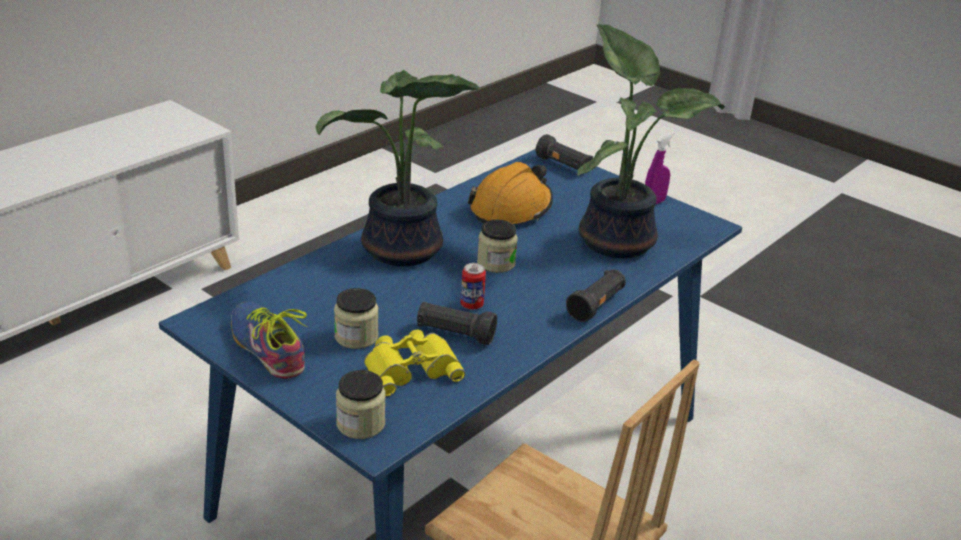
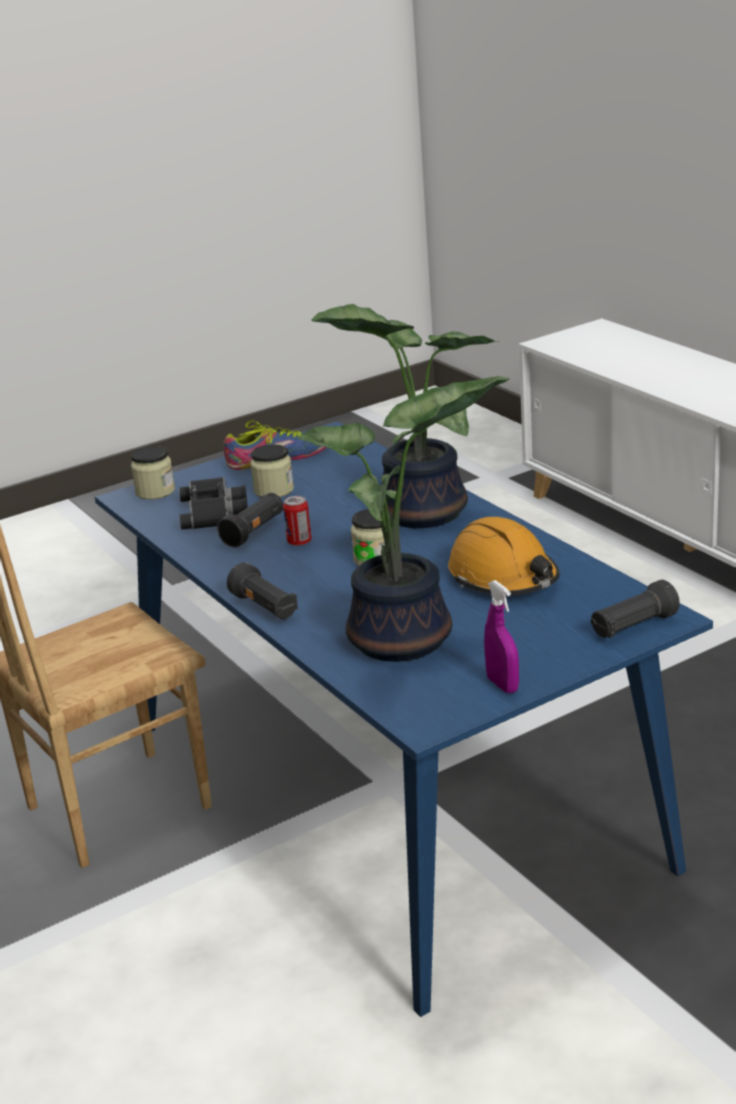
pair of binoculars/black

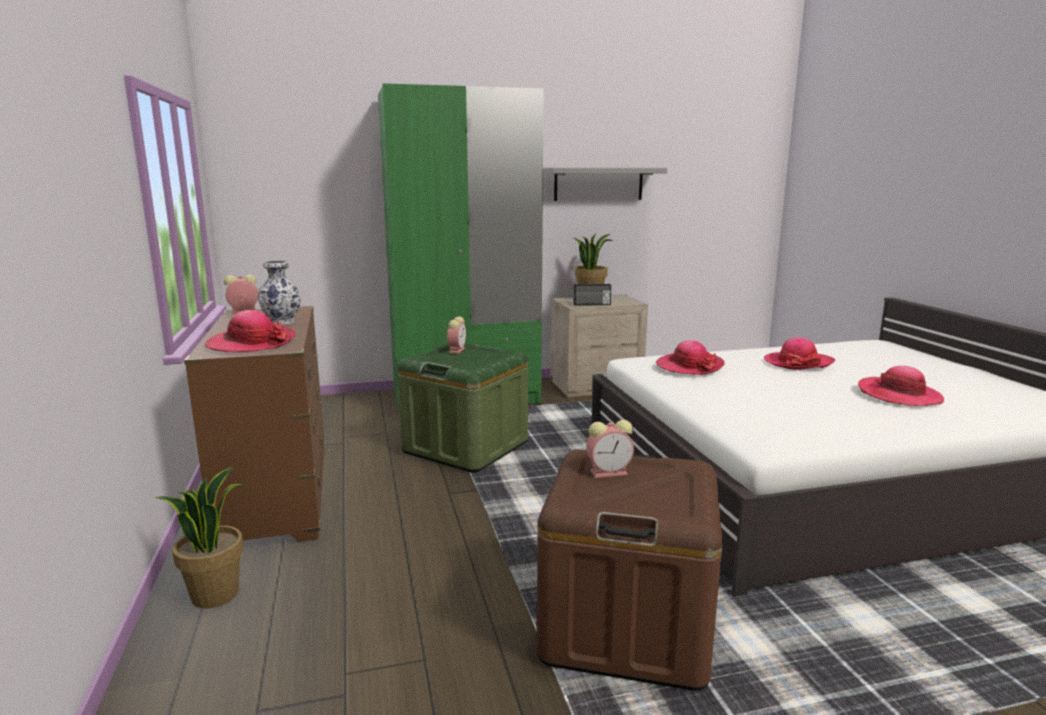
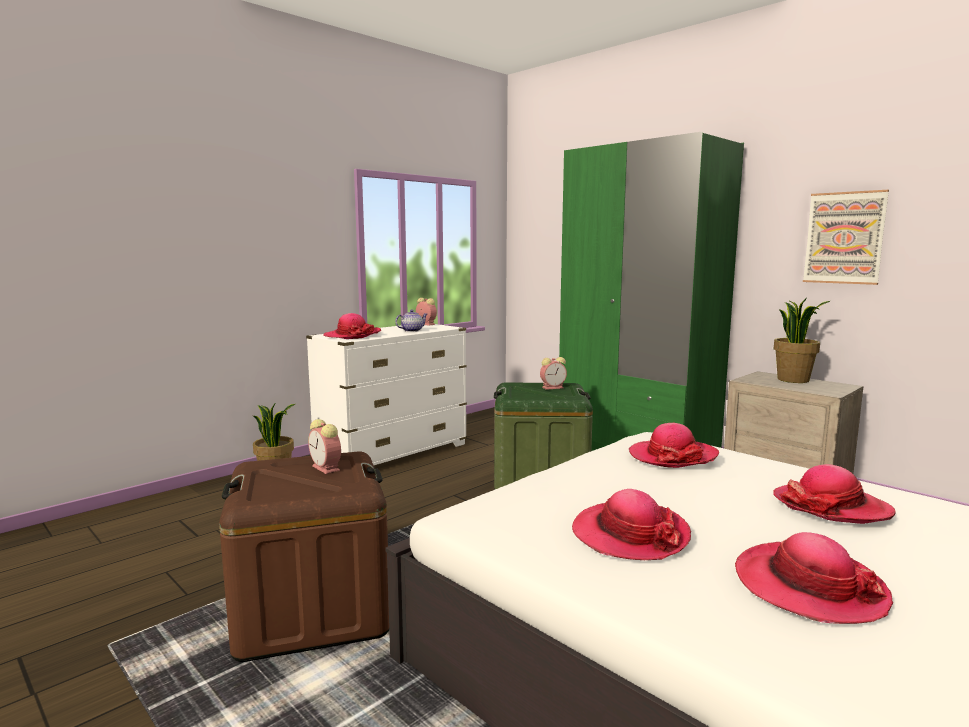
radio set; clothing hat (2nd from left); tea pot; wall picture; drawer chest/white

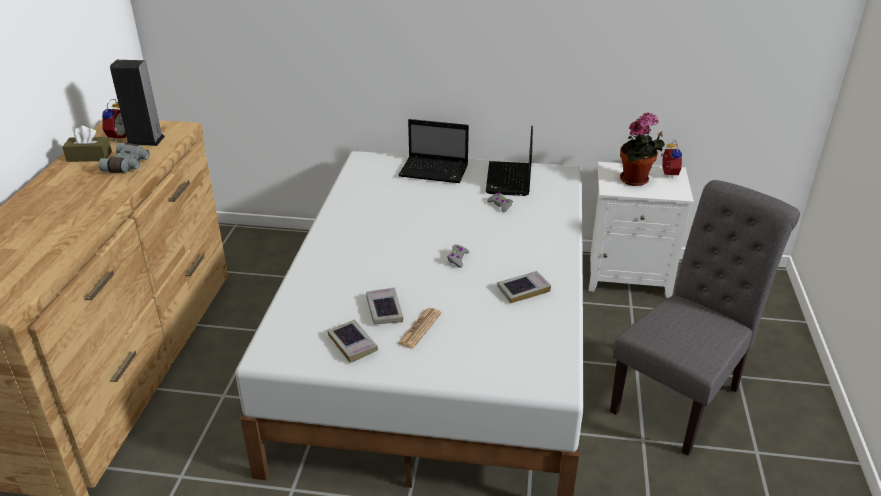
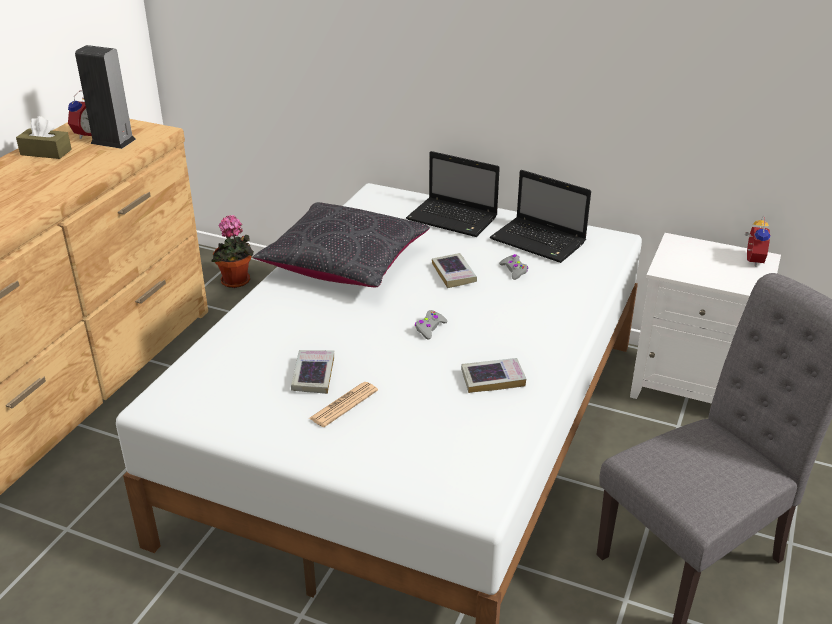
pair of binoculars/gray; cushion/black; volume (2nd from left); potted plant; notebook computer (2nd from left)

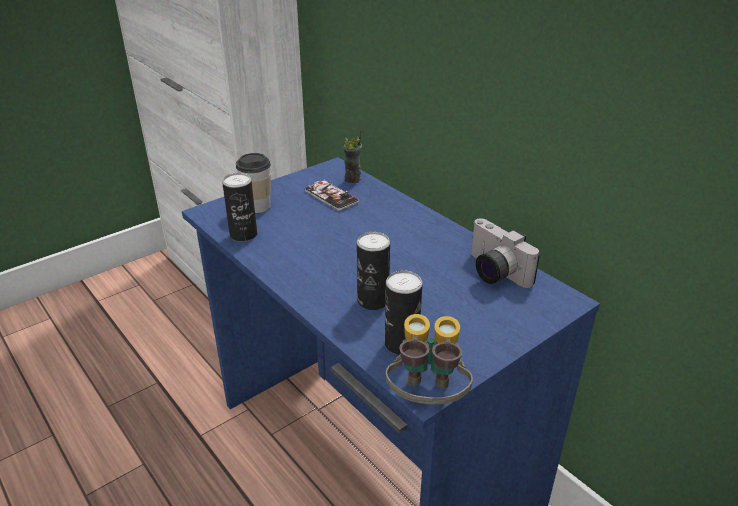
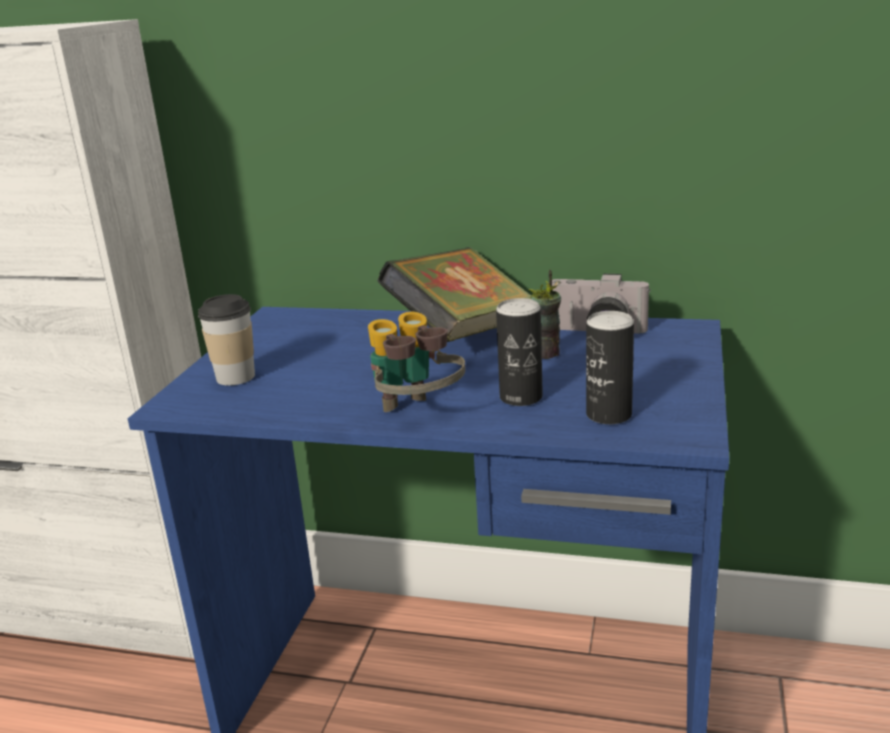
sealed can (1st from left in the first image); phone; volume; drinking cup (2nd from left); pair of binoculars

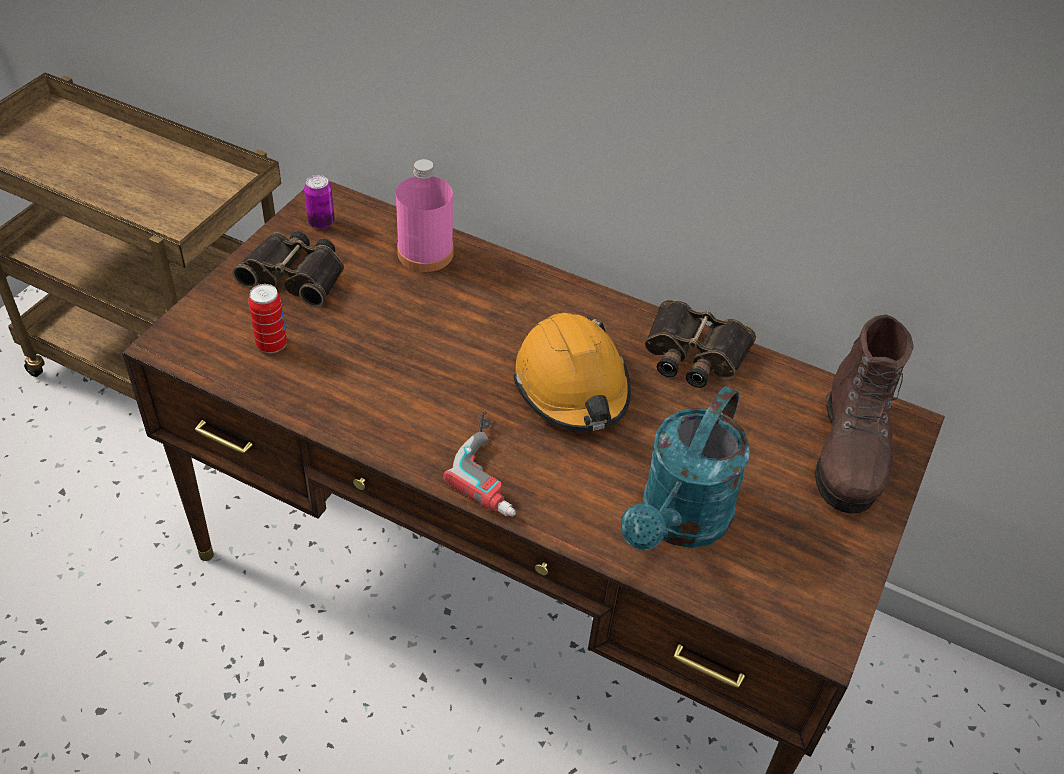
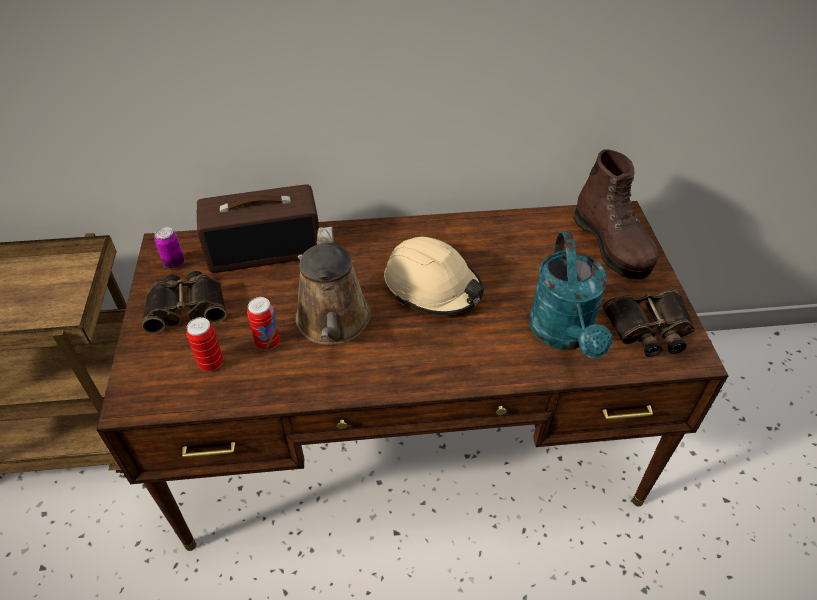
power drill; sealed can (3rd from left); sprinkling can/brownish; pair of binoculars (2nd from left); radio set; safety helmet/sand-coloured

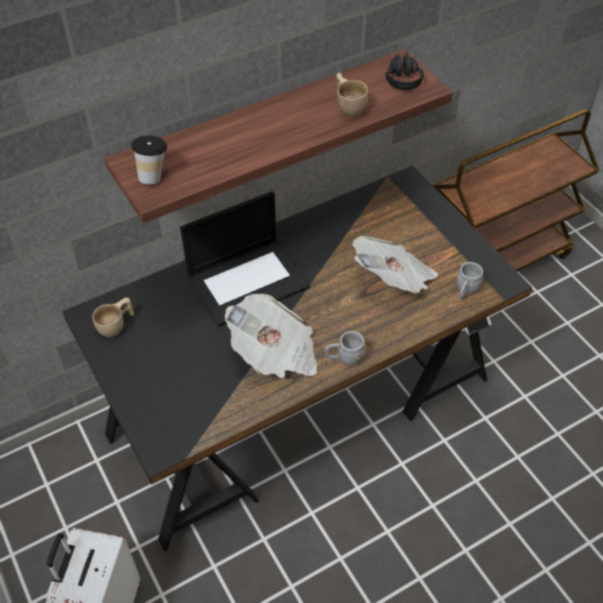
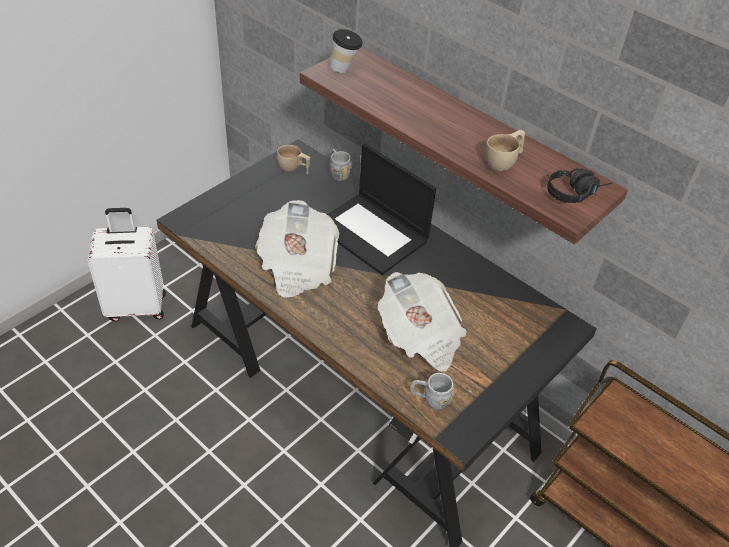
coffee mug/gray (1st from left)

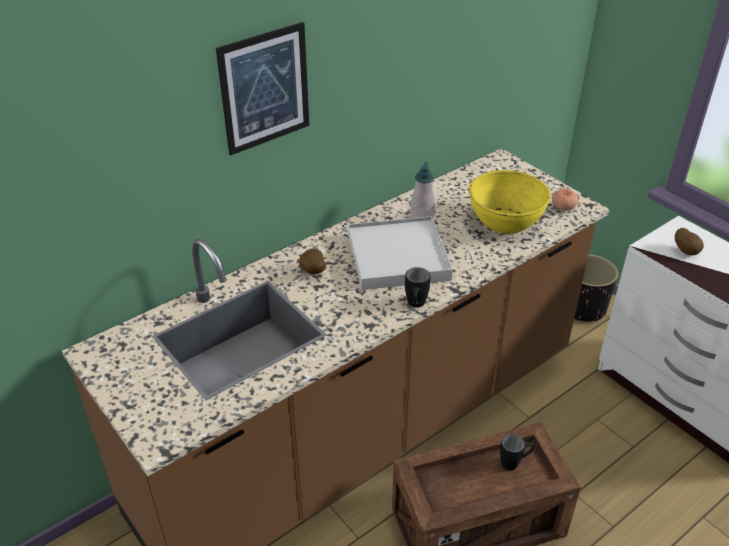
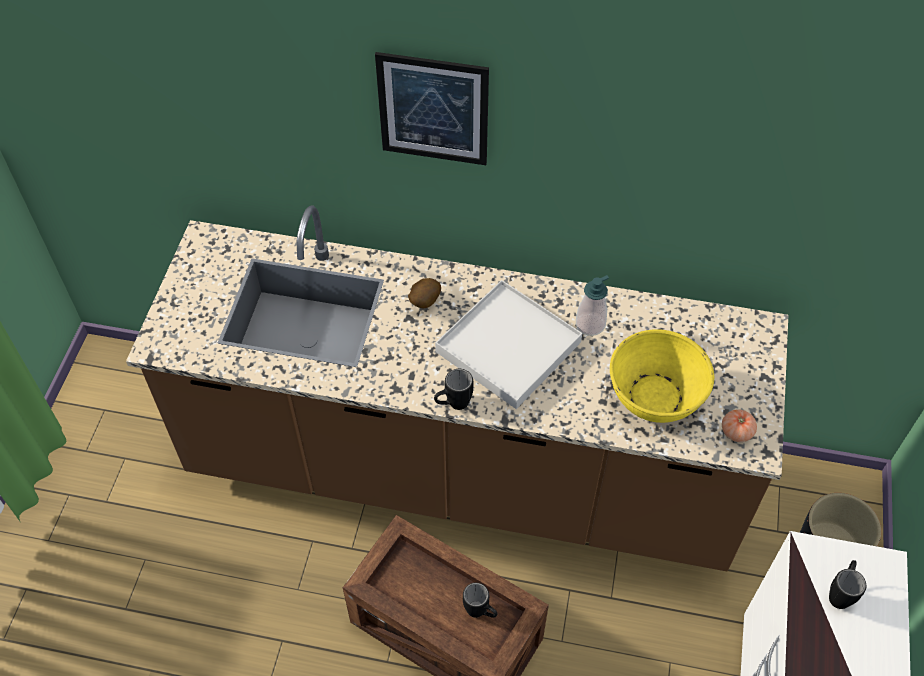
coffee mug/black (3rd from left)

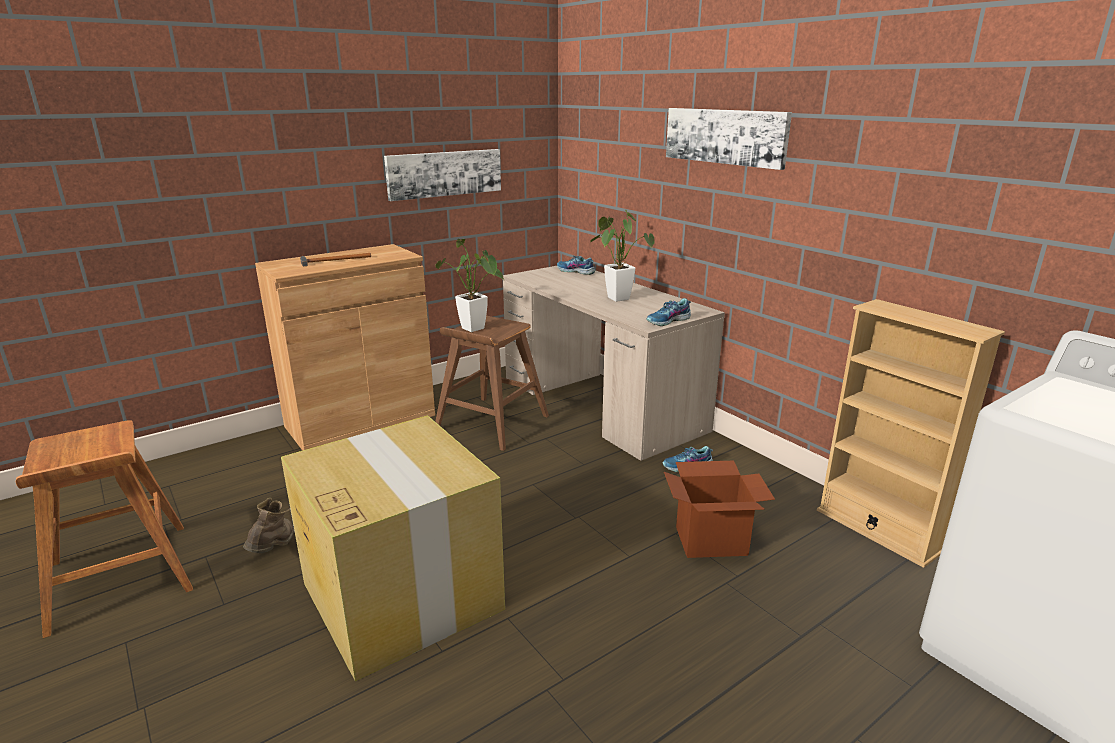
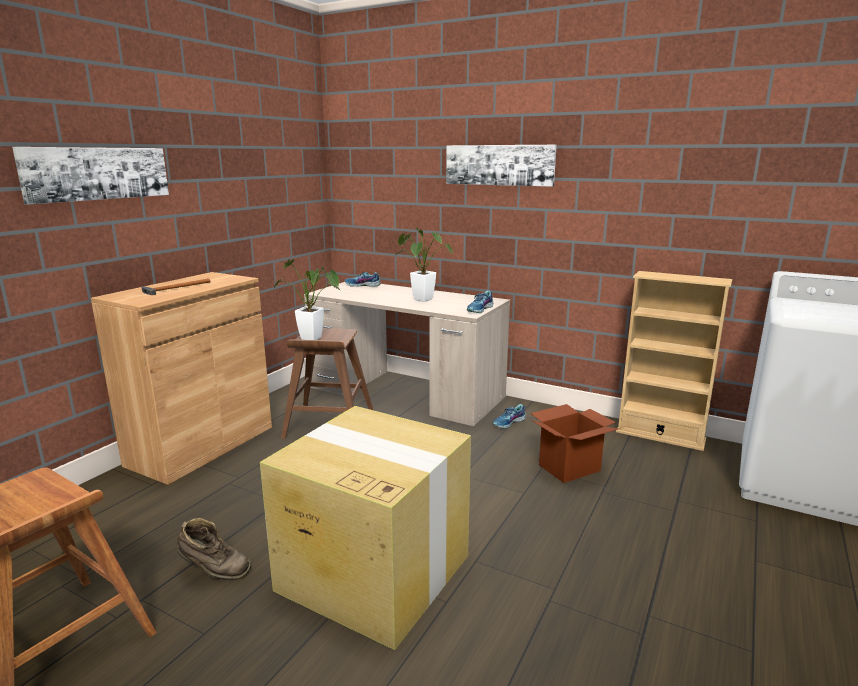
wall picture (1st from left); tall boot/brownish

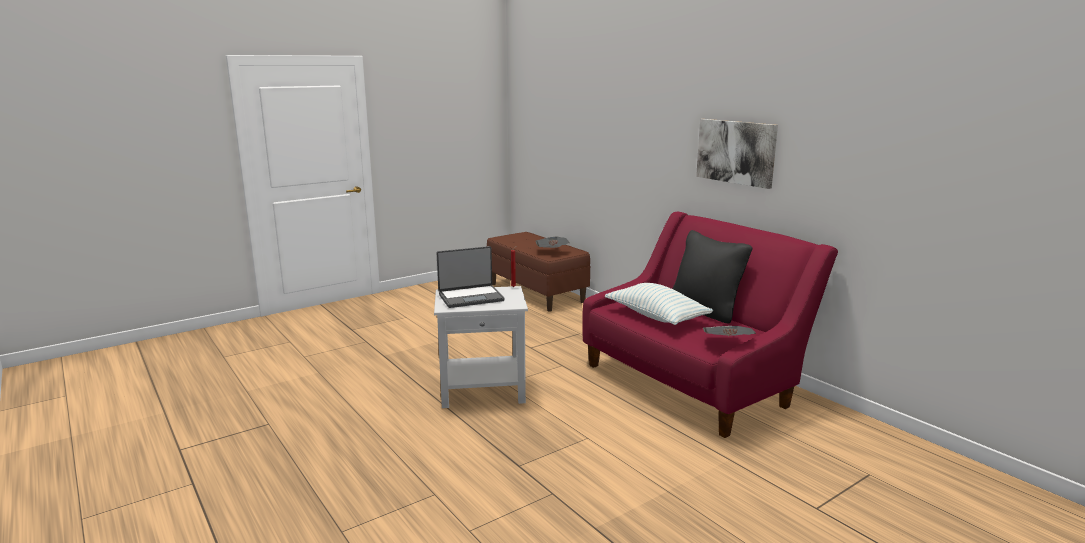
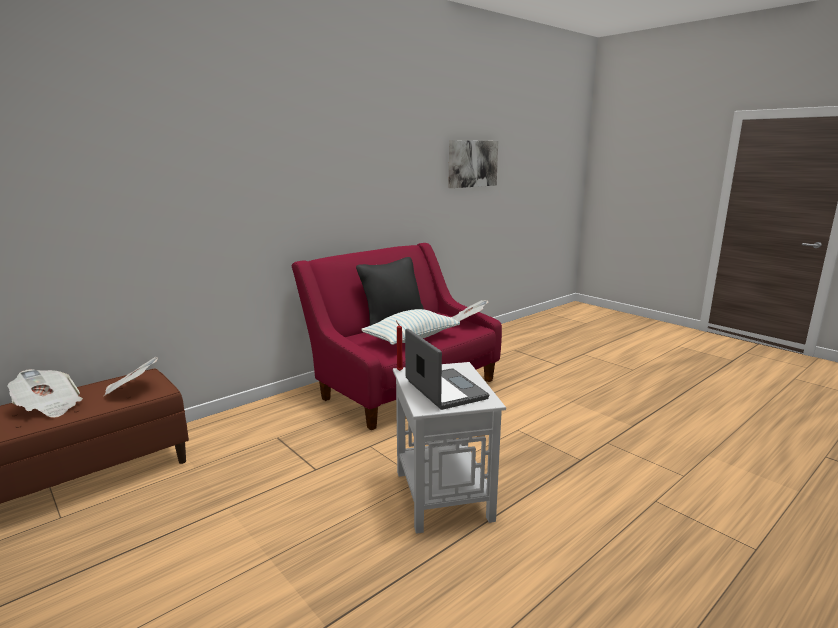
newspaper (1st from left); wall picture

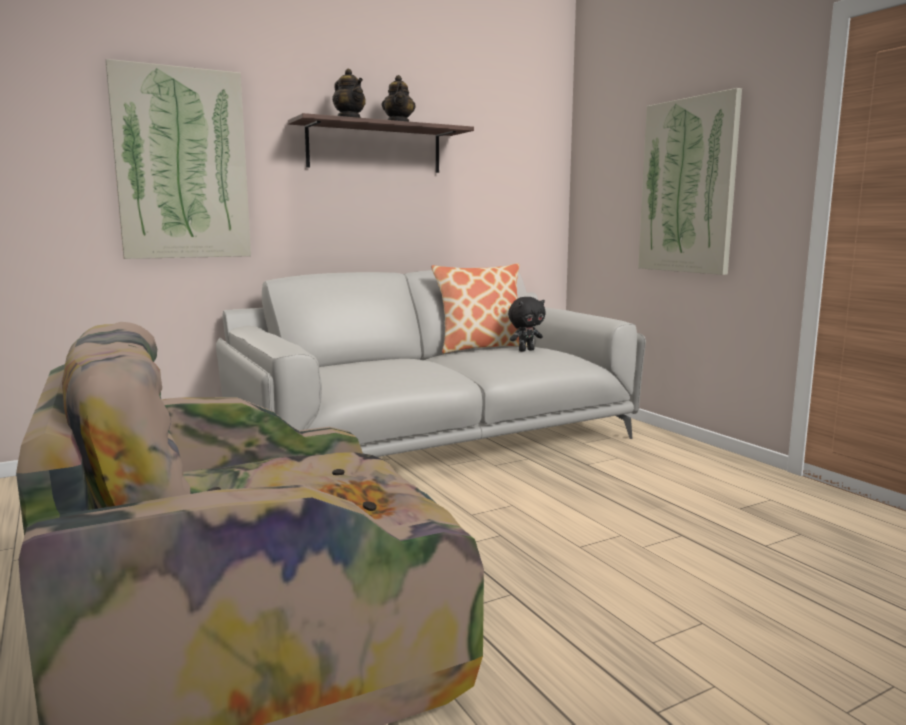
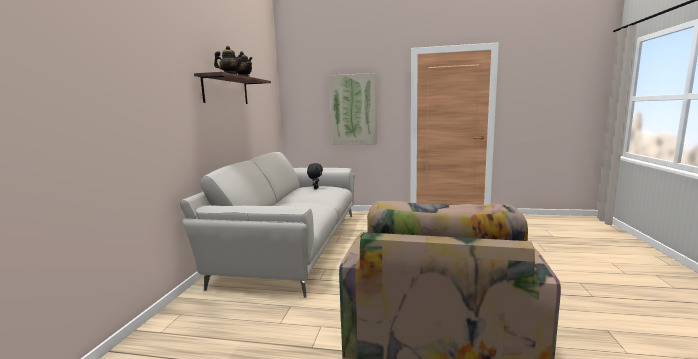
wall picture (1st from left in the first image); cushion

